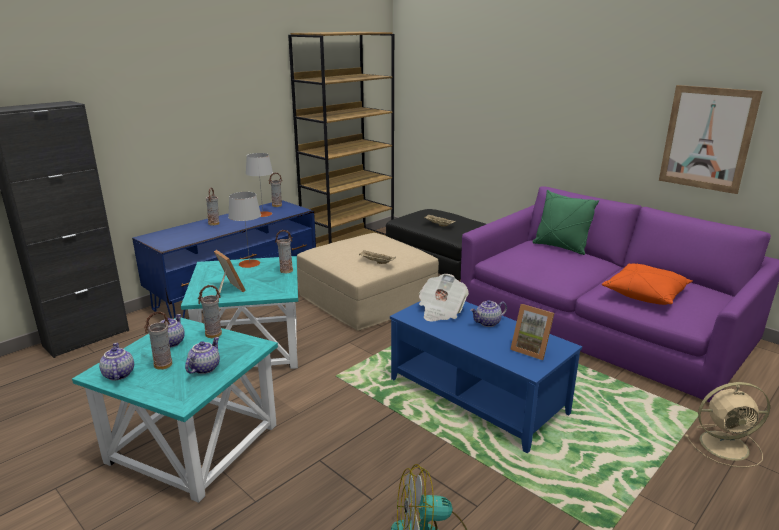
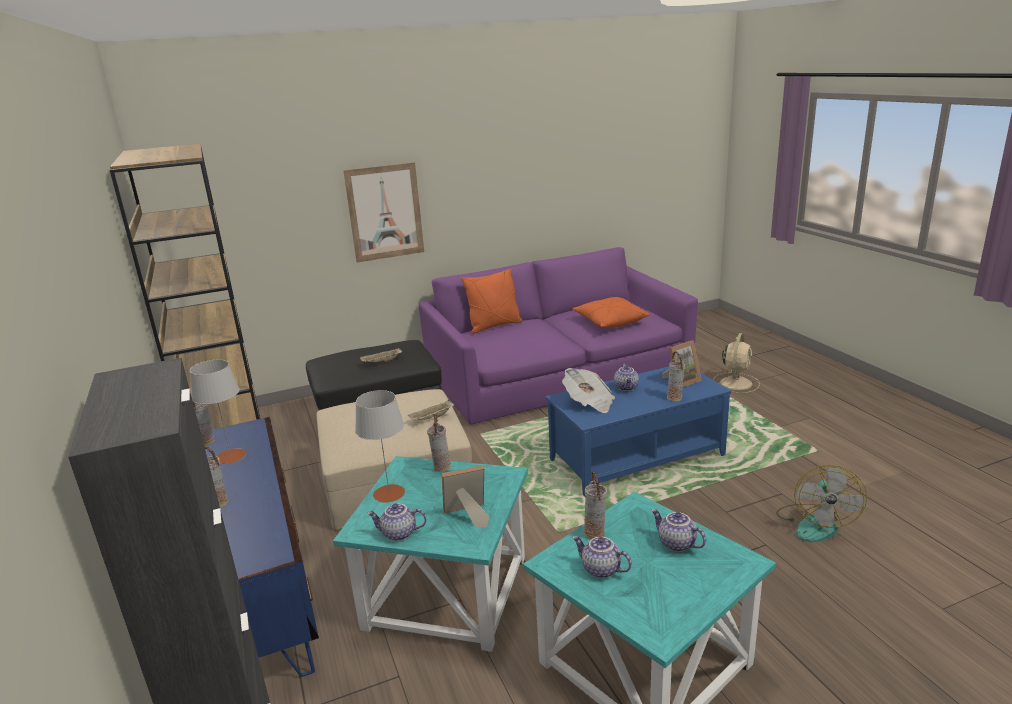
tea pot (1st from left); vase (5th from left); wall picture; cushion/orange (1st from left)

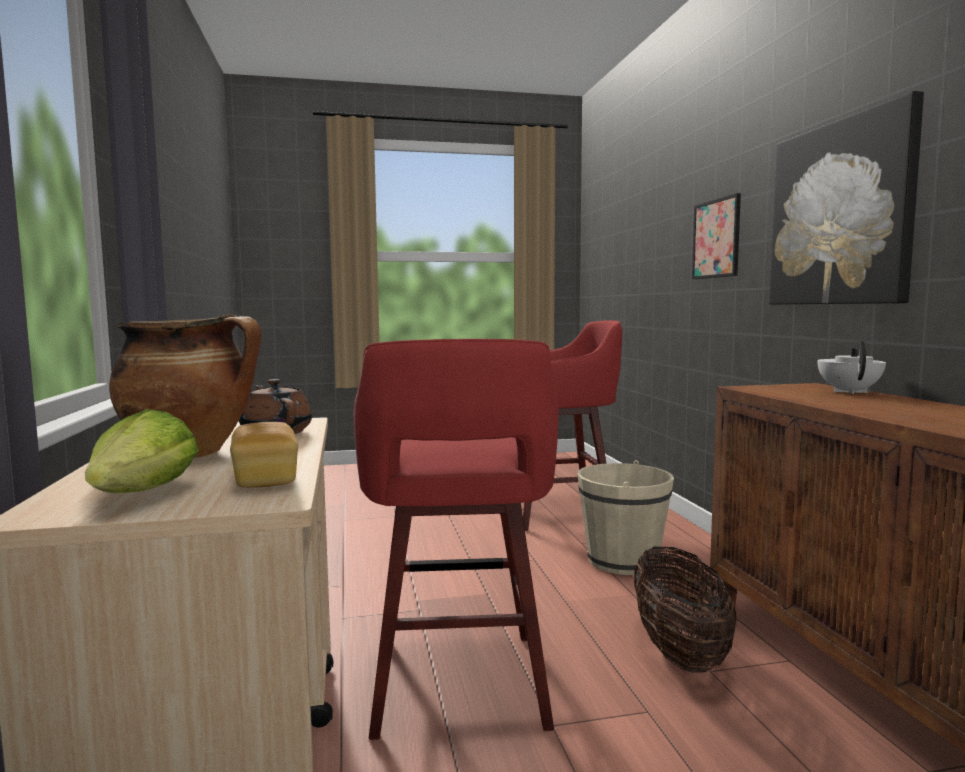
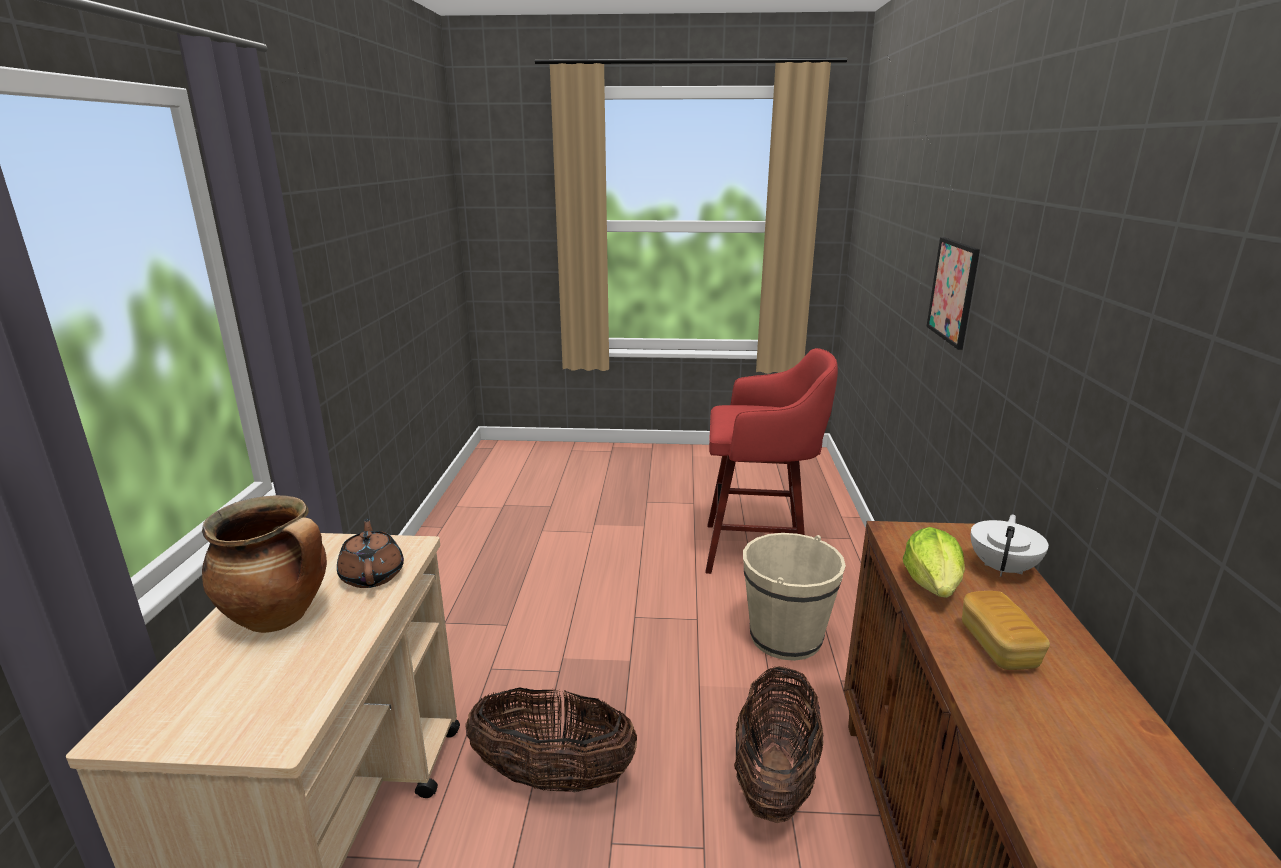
wall picture (2nd from left in the first image); lettuce head; baked bread; household basket (1st from left)

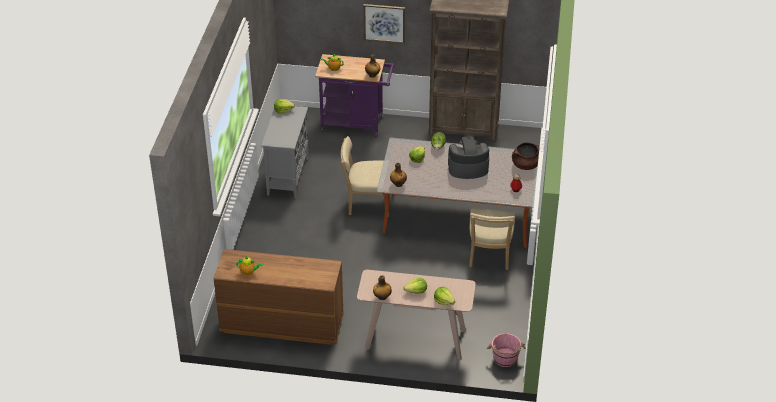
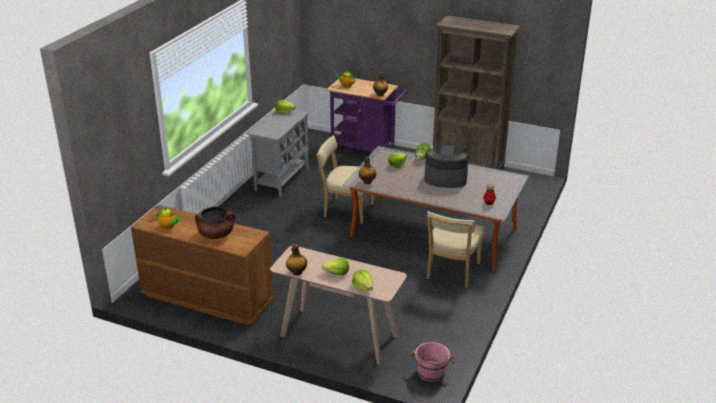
wall picture; stockpot/brownish

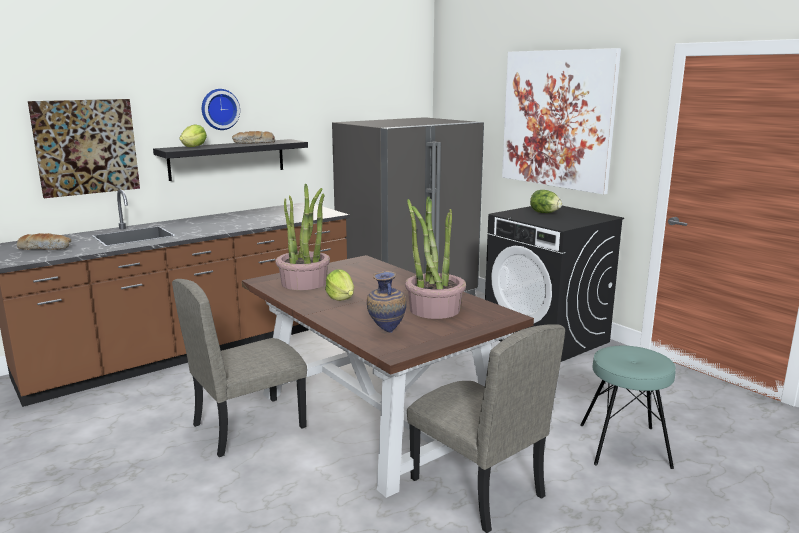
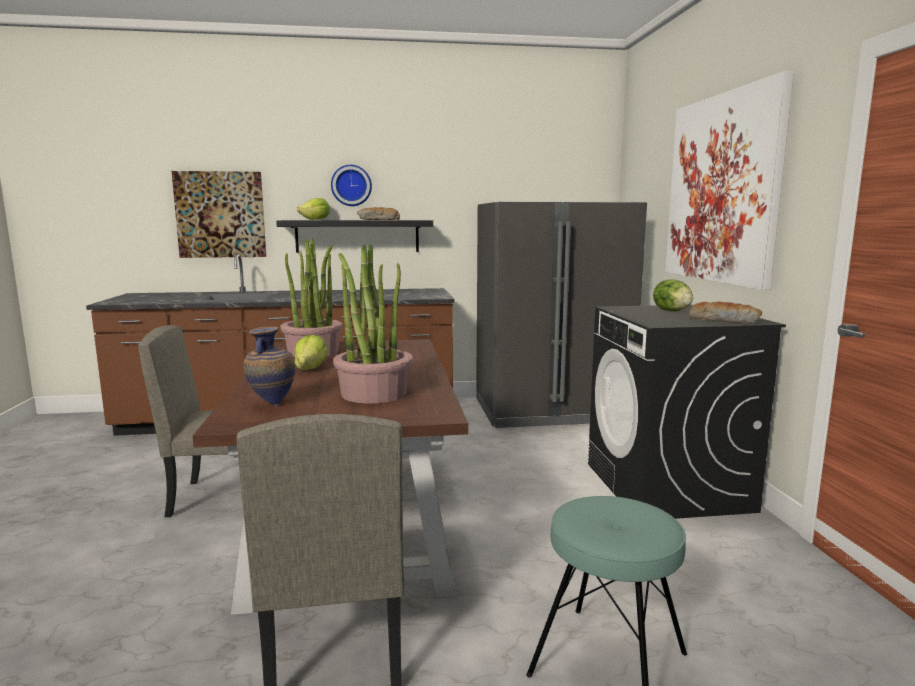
baked bread (2nd from left)

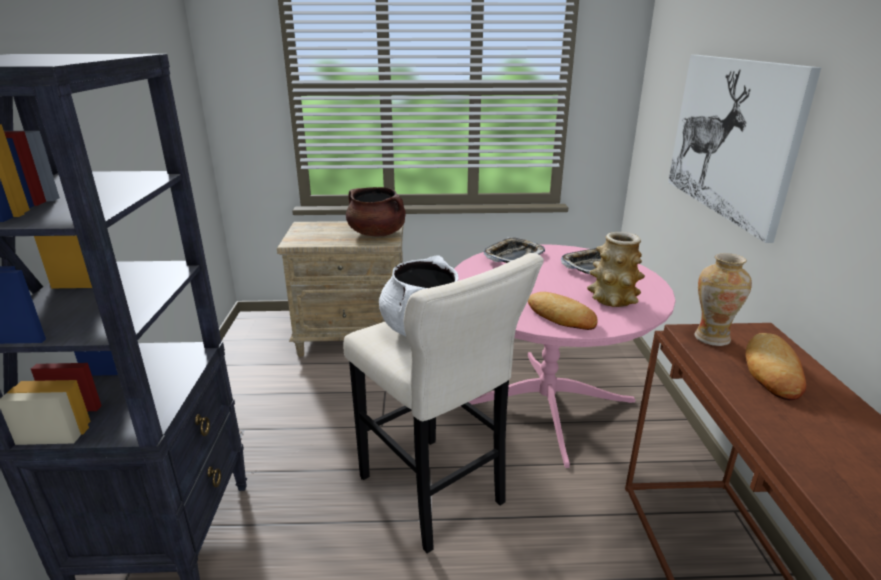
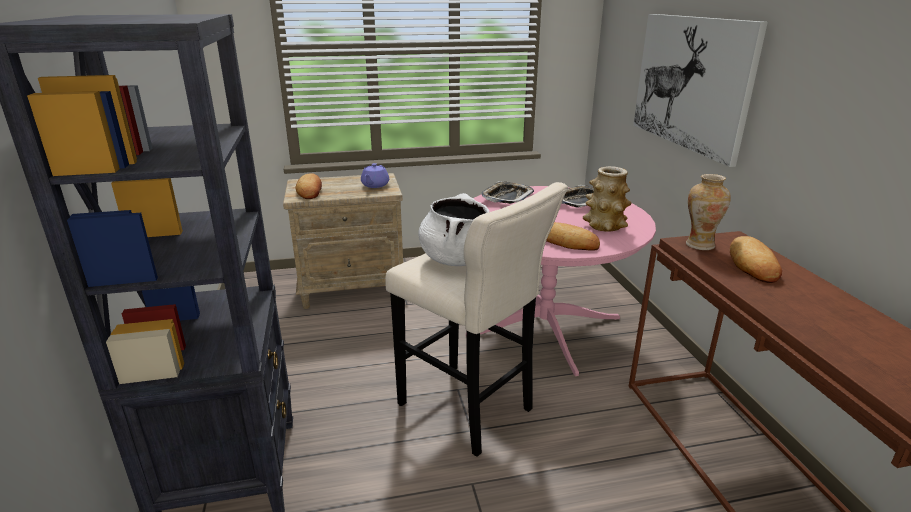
baked bread (1st from left); tea pot/purplish

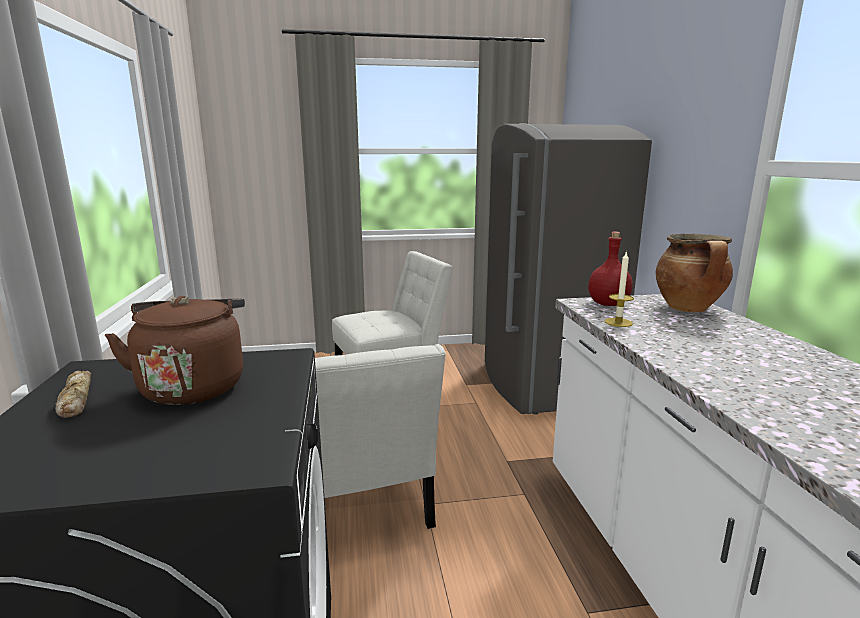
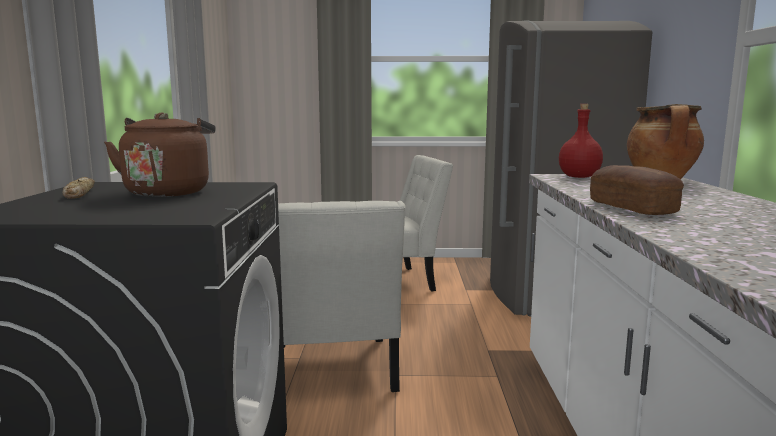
wax candle; baked bread (2nd from left)

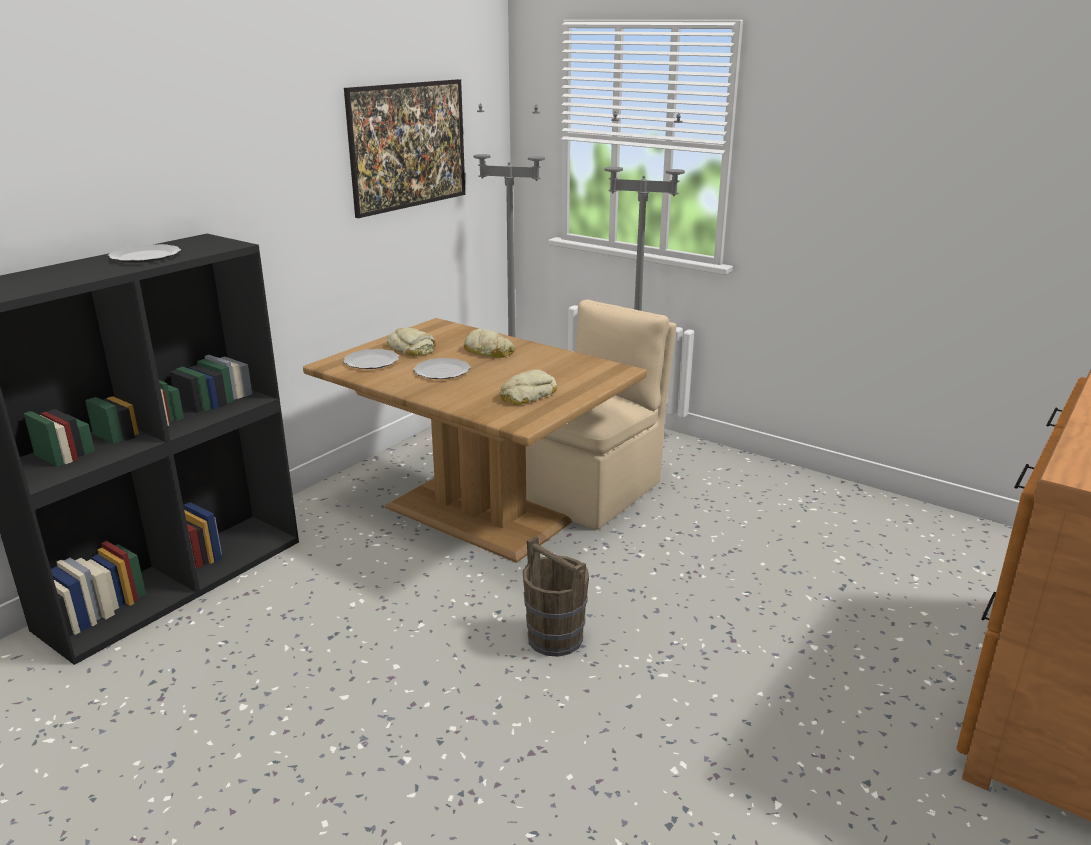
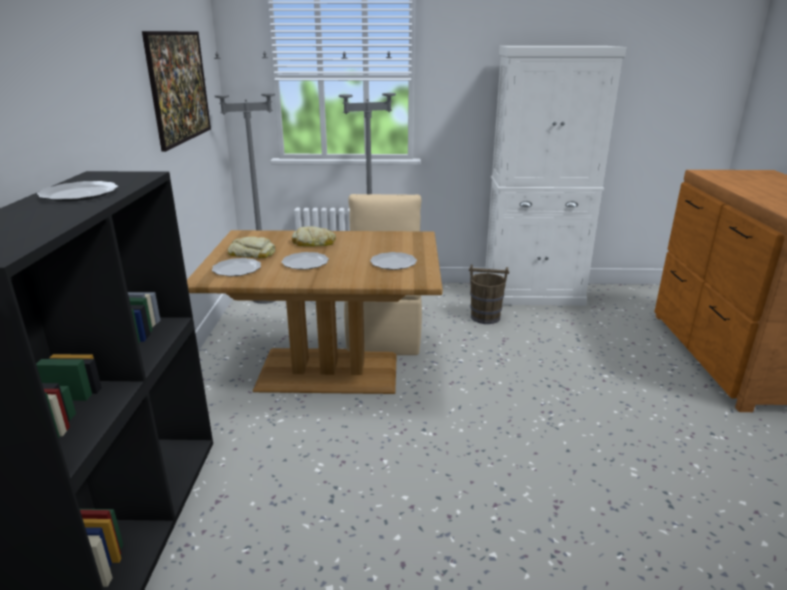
cabinet/white; water bucket/brownish; flat dish (4th from left)

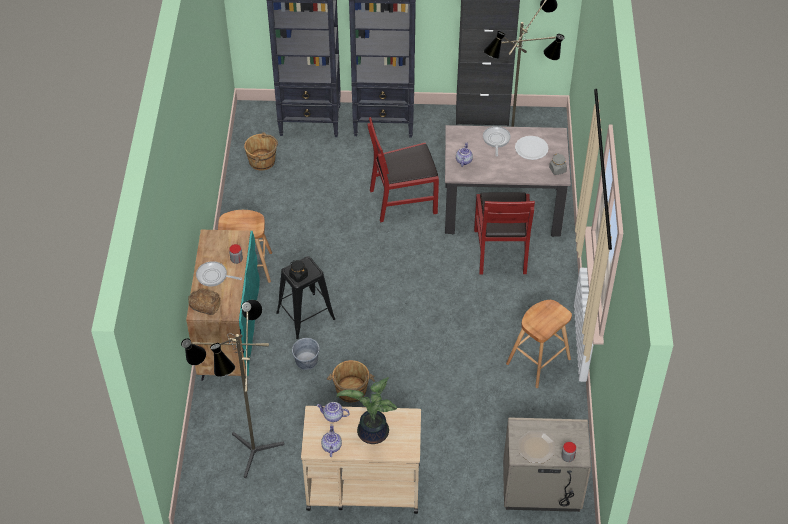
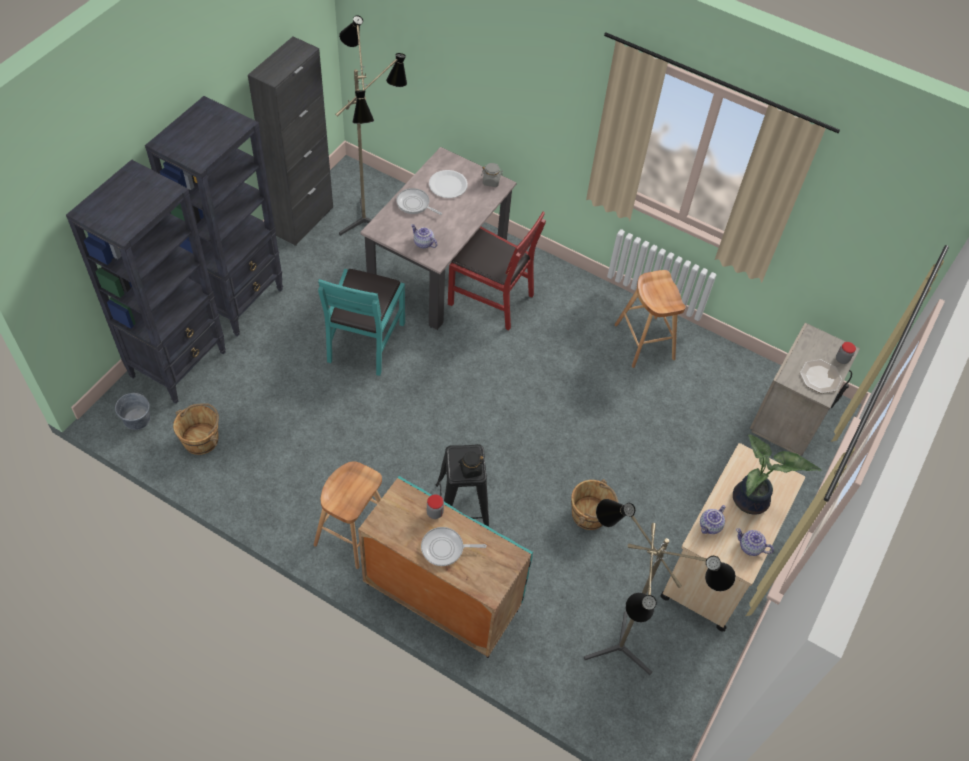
baked bread; water bucket/gray; chair/turquoise; pan (2nd from left)

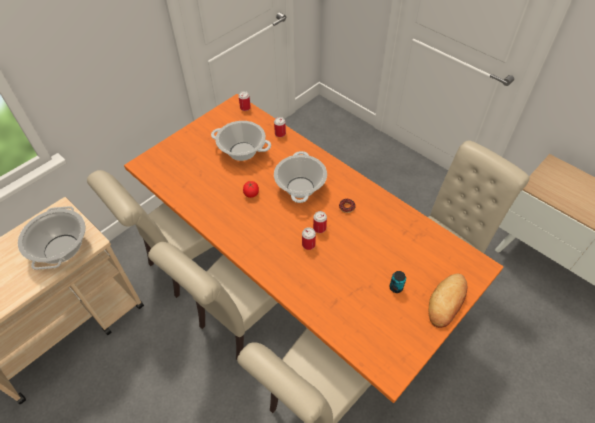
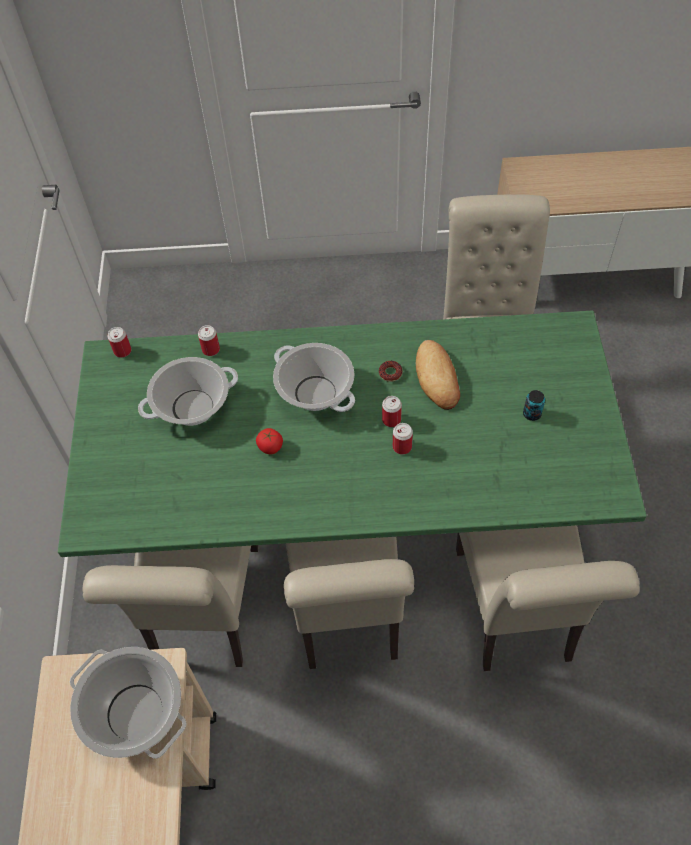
baked bread; kitchen table/green

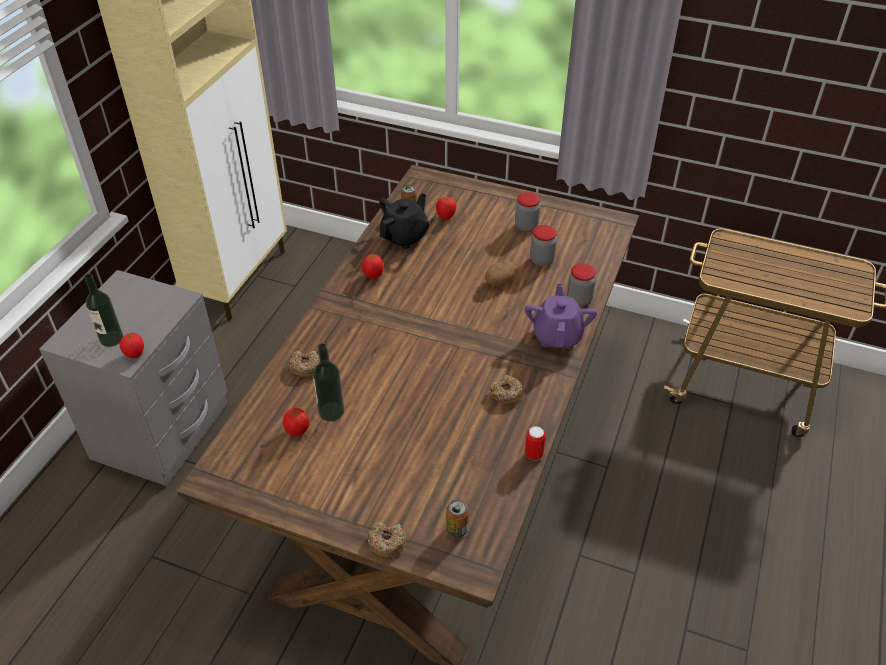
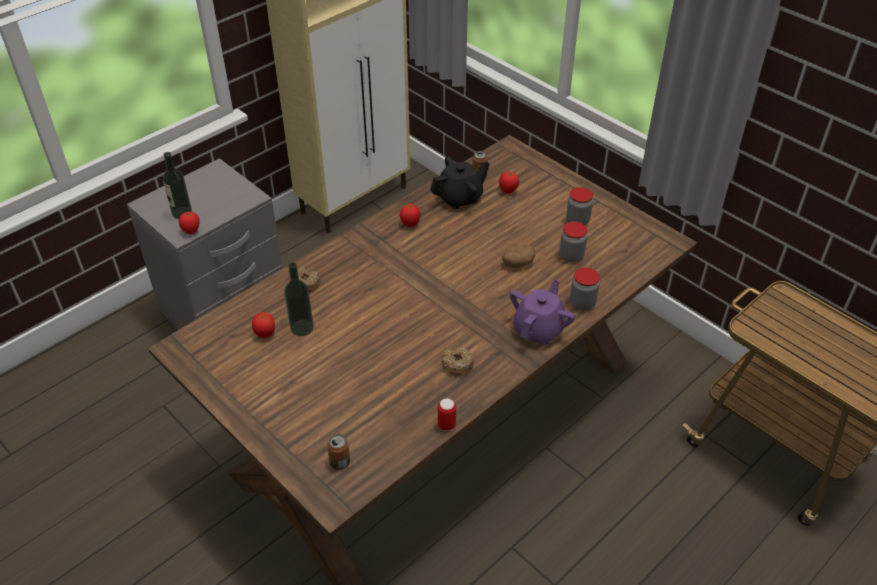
doughnut (2nd from left in the first image)

